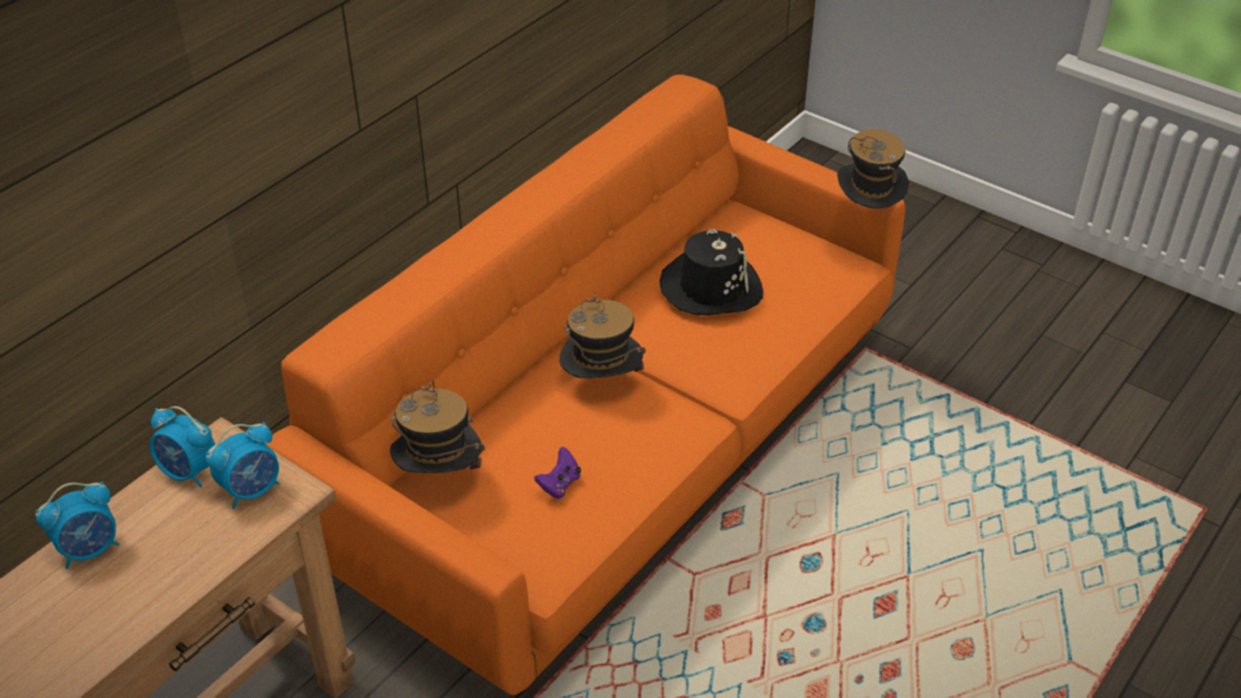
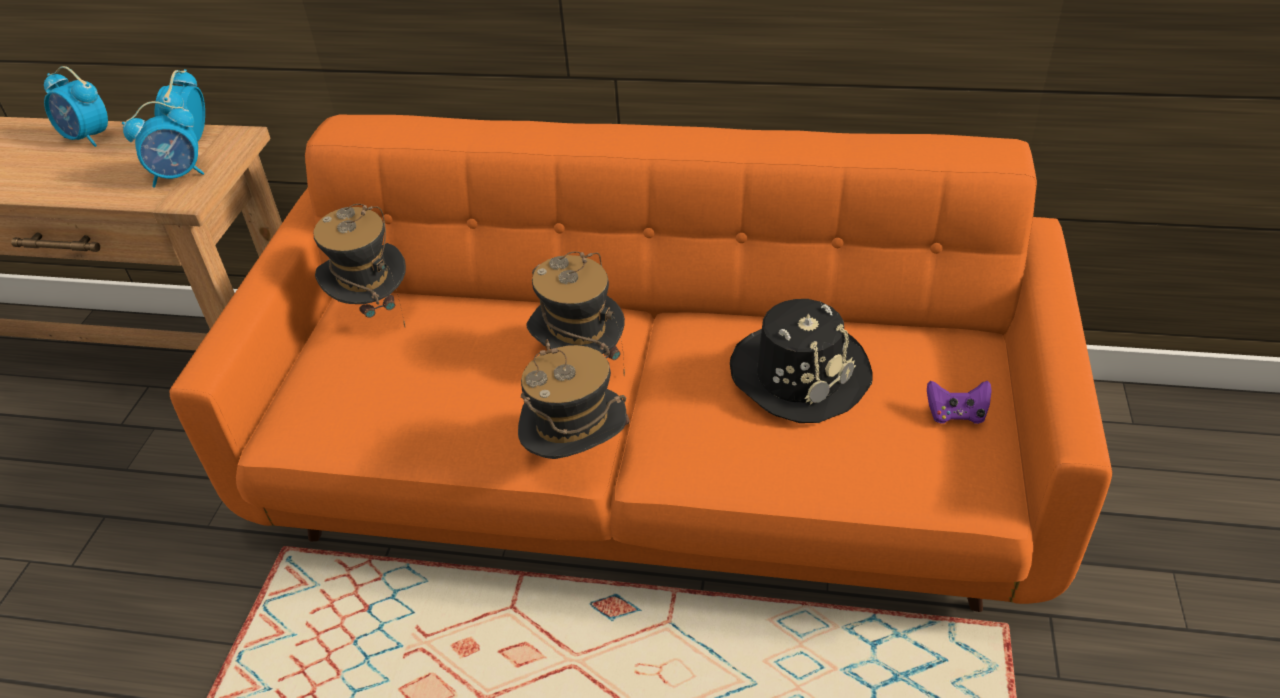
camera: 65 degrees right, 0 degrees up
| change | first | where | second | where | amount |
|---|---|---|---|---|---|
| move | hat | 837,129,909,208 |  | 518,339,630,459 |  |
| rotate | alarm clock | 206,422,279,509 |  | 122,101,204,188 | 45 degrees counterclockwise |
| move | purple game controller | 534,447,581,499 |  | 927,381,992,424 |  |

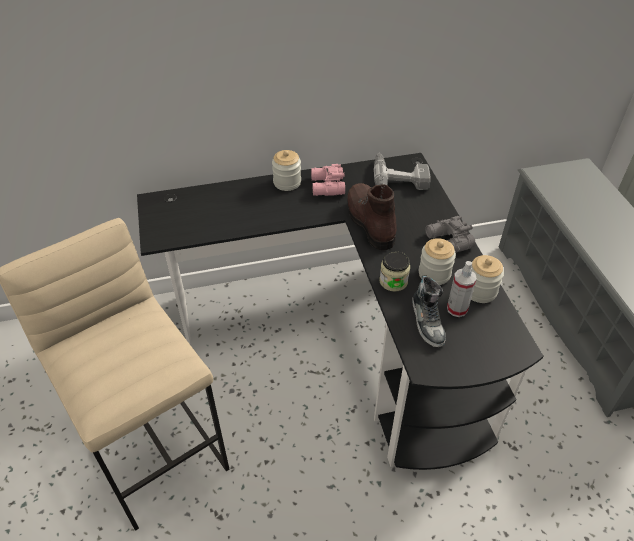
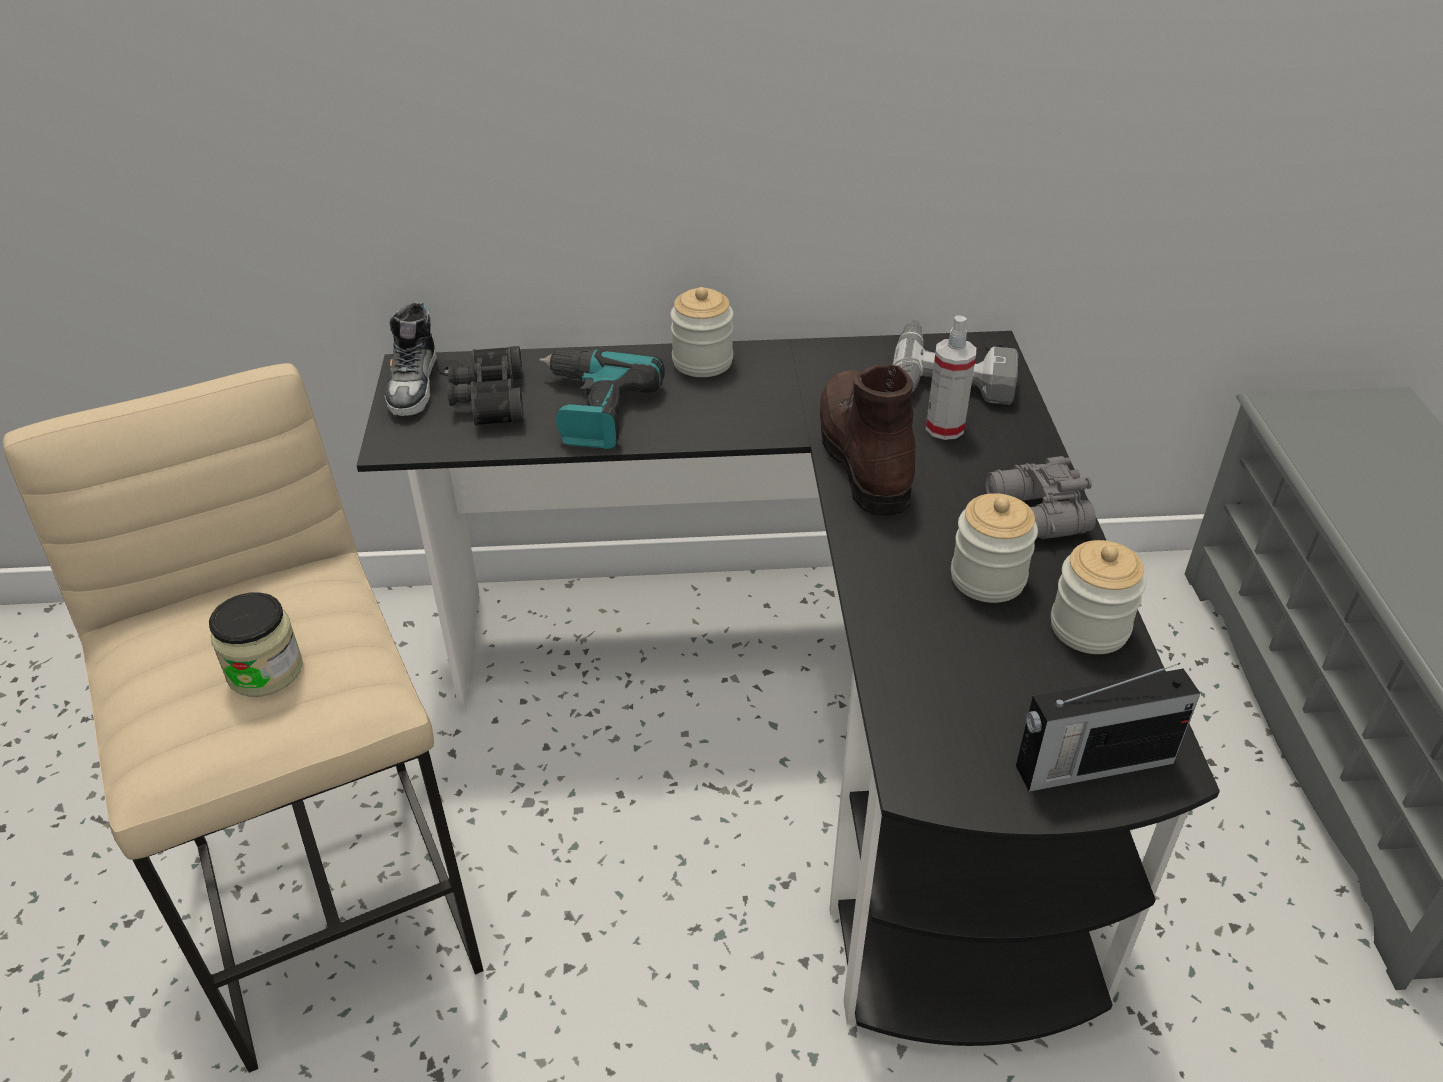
camera: 10 degrees right, 5 degrees down
| change | first | where | second | where | amount |
|---|---|---|---|---|---|
| delete | pink binoculars | 311,164,345,196 |  |  |  |
| move | jar | 379,251,410,292 |  | 209,592,303,697 |  |
| move | spray bottle | 447,261,477,317 |  | 926,315,976,440 |  |
| move | shoe | 412,275,446,347 |  | 384,302,437,416 |  |
| insert |  |  | black binoculars | 447,346,524,426 |  |
| insert |  |  | power drill | 539,348,665,450 |  |
| insert |  |  | radio | 1016,663,1200,792 |  |

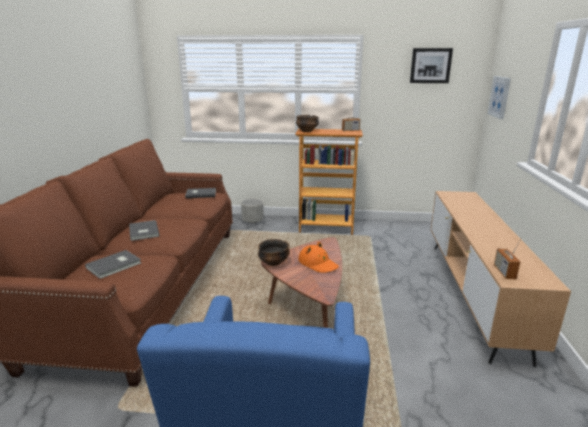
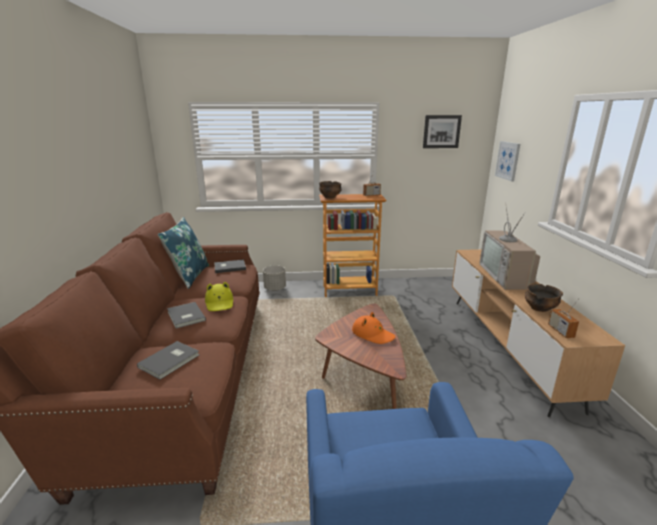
camera: 10 degrees left, 0 degrees up
| change | first | where | second | where | amount |
|---|---|---|---|---|---|
| move | bowl | 258,239,290,266 |  | 525,284,563,312 |  |
| insert |  |  | television | 480,207,540,290 |  |
| insert |  |  | blue pillow | 158,217,209,289 |  |
| insert |  |  | yellow hat | 205,282,233,311 |  |

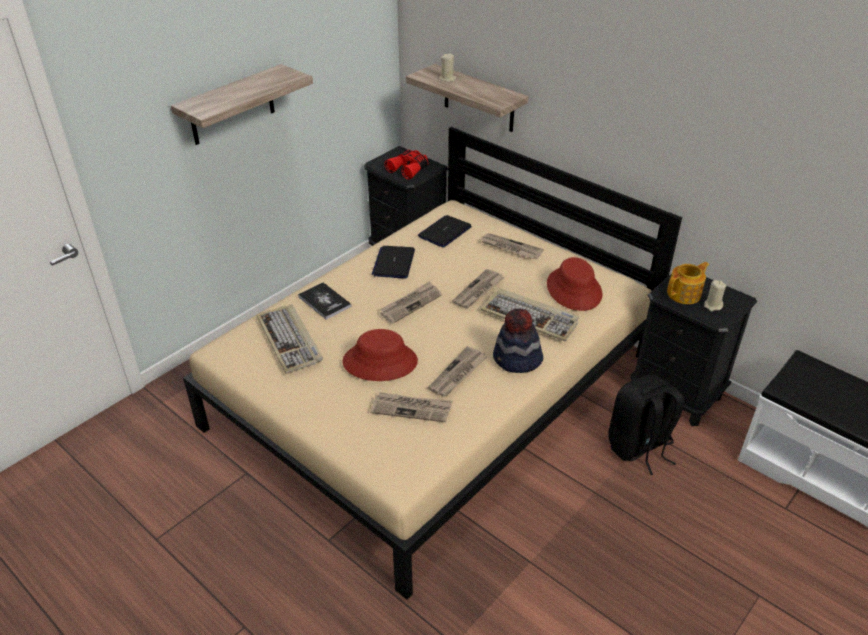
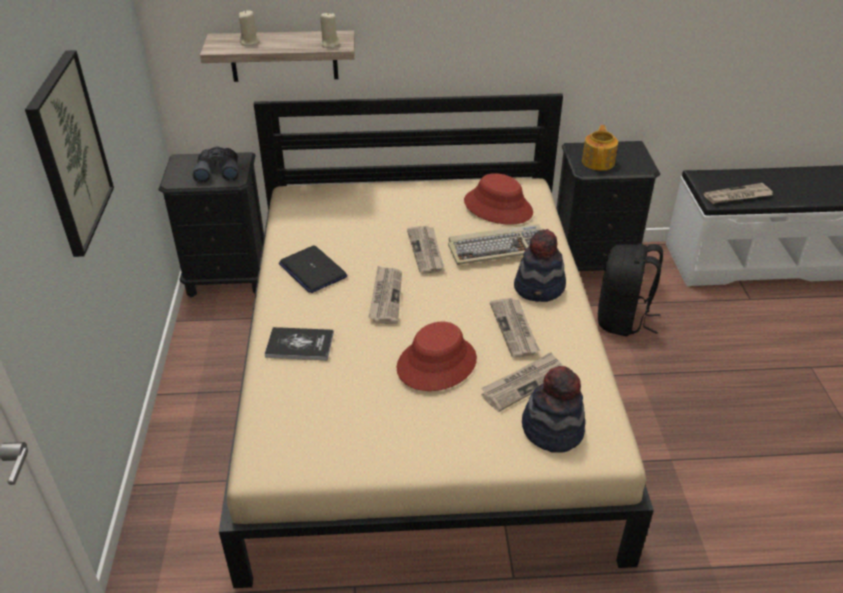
camera: 45 degrees left, 0 degrees up
| change | first | where | second | where | amount |
|---|---|---|---|---|---|
| replace | shelf | 171,64,313,145 | picture | 25,50,114,257 |  |
| recolor | red binoculars | 384,150,428,180 | grey binoculars | 193,146,239,184 |  |
| delete | laptop | 418,215,472,248 |  |  |  |
| move | newspaper | 481,233,544,259 |  | 704,183,773,204 |  |
| move | beige candle | 704,280,727,311 |  | 320,13,340,48 |  |
| delete | keyboard | 257,304,323,374 |  |  |  |
| insert |  |  | hat | 522,366,586,453 |  |

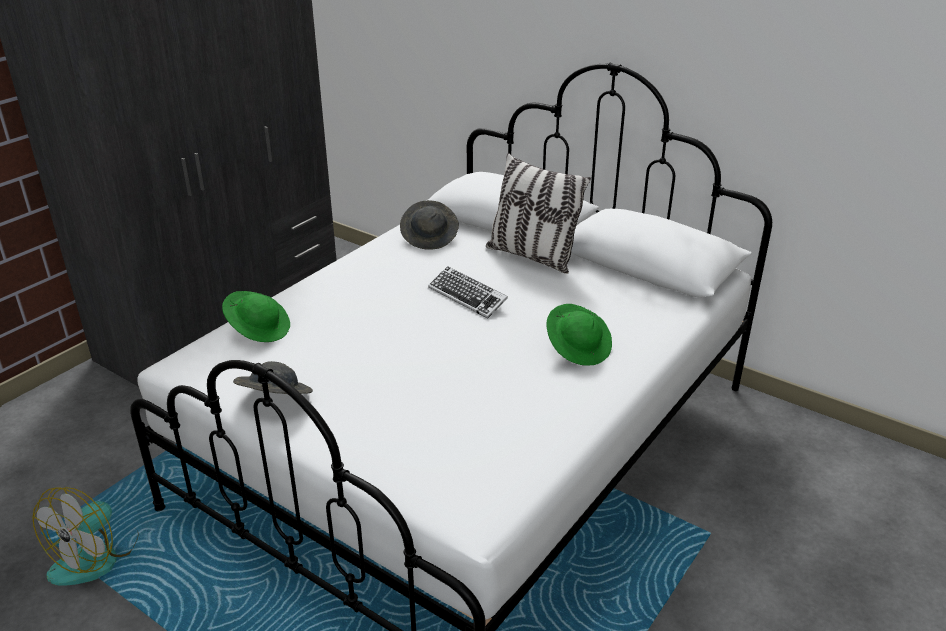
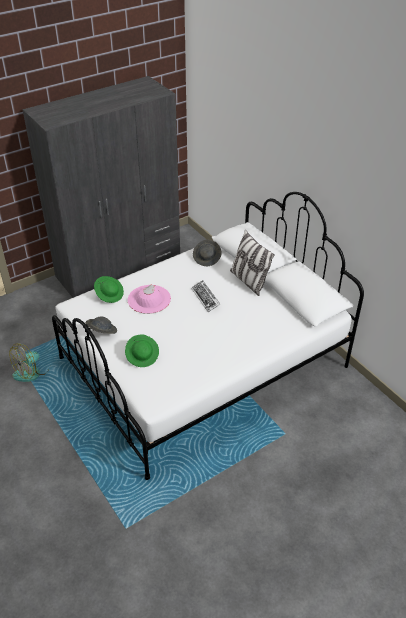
camera: 20 degrees right, 10 degrees up
| change | first | where | second | where | amount |
|---|---|---|---|---|---|
| move | green hat | 547,304,612,366 |  | 125,334,159,367 |  |
| insert |  |  | pink hat | 128,285,171,314 |  |

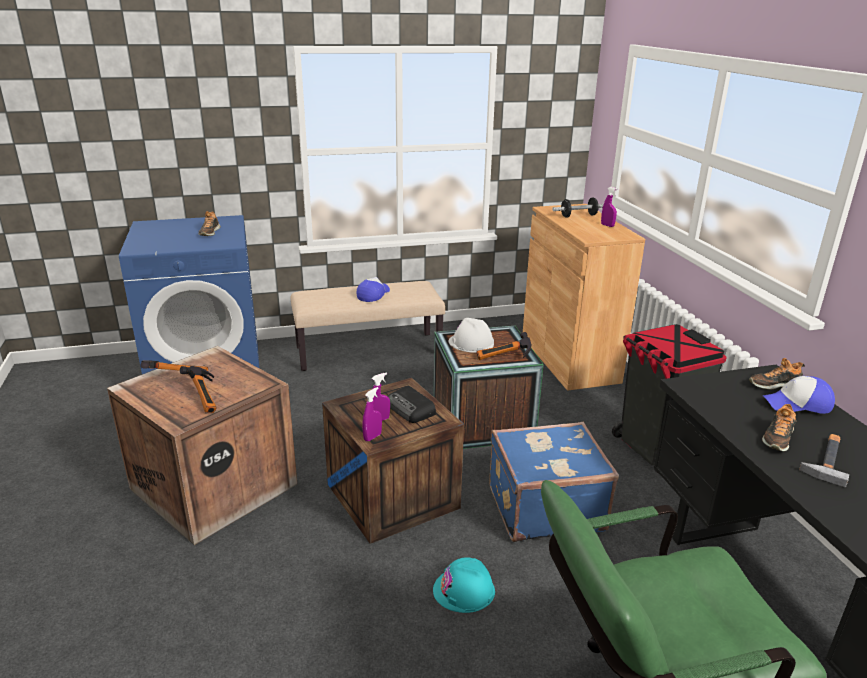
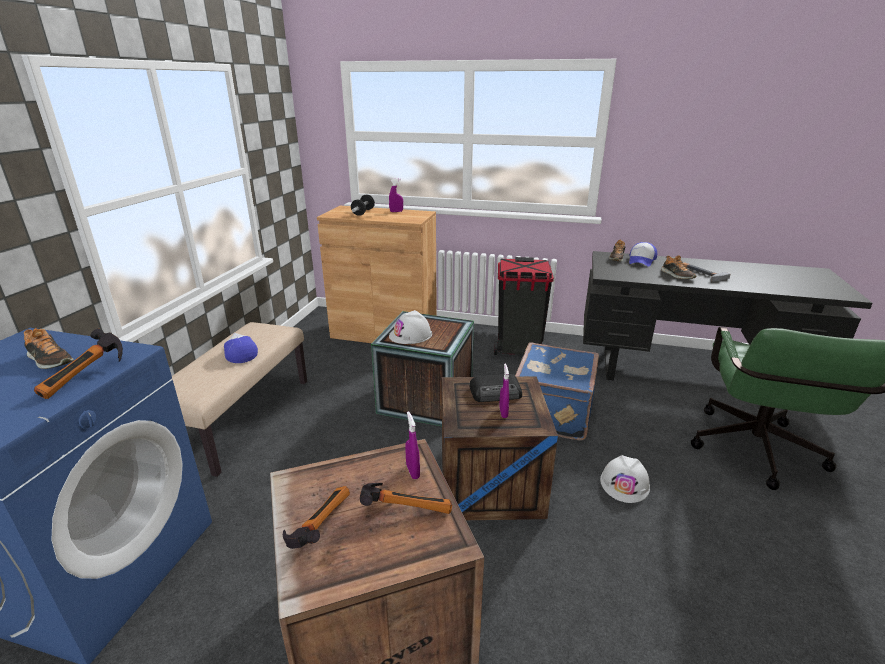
camera: 60 degrees left, 0 degrees up
| change | first | where | second | where | amount |
|---|---|---|---|---|---|
| move | hammer | 477,332,531,360 |  | 34,328,123,399 |  |
| move | purple spray bottle | 362,387,382,441 |  | 405,411,420,479 |  |
| recolor | turquoise hard hat | 433,557,495,613 | white hard hat | 600,455,650,503 |  |

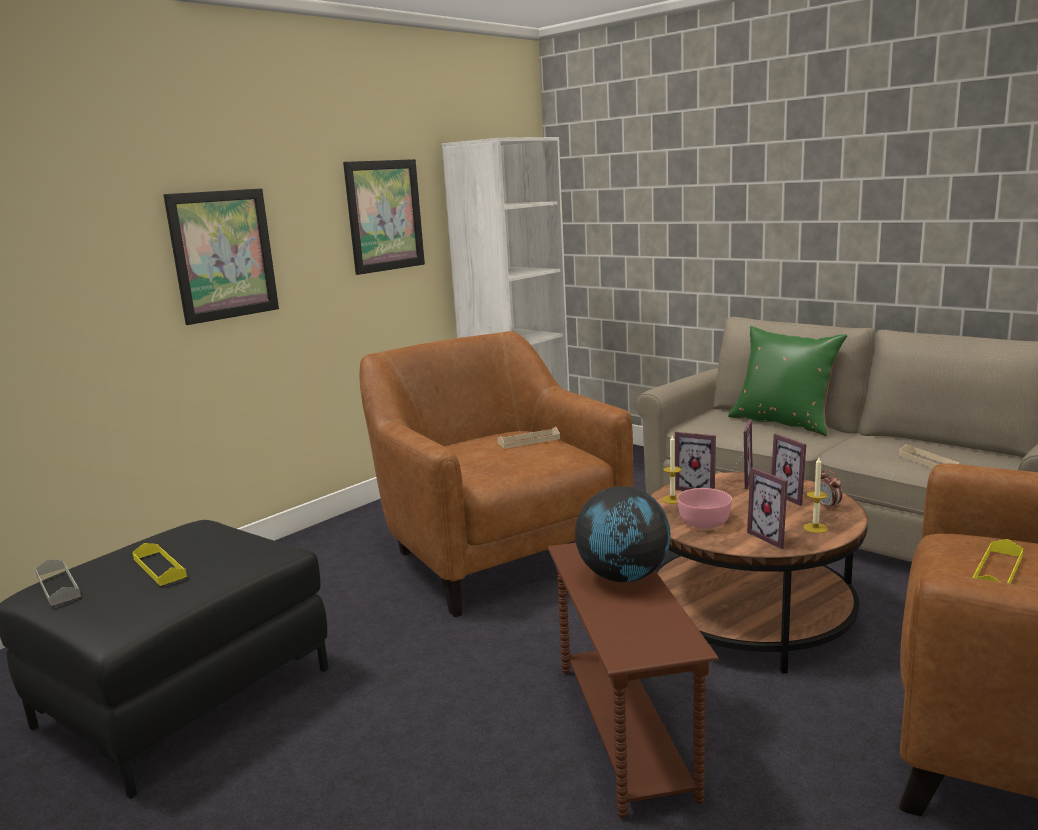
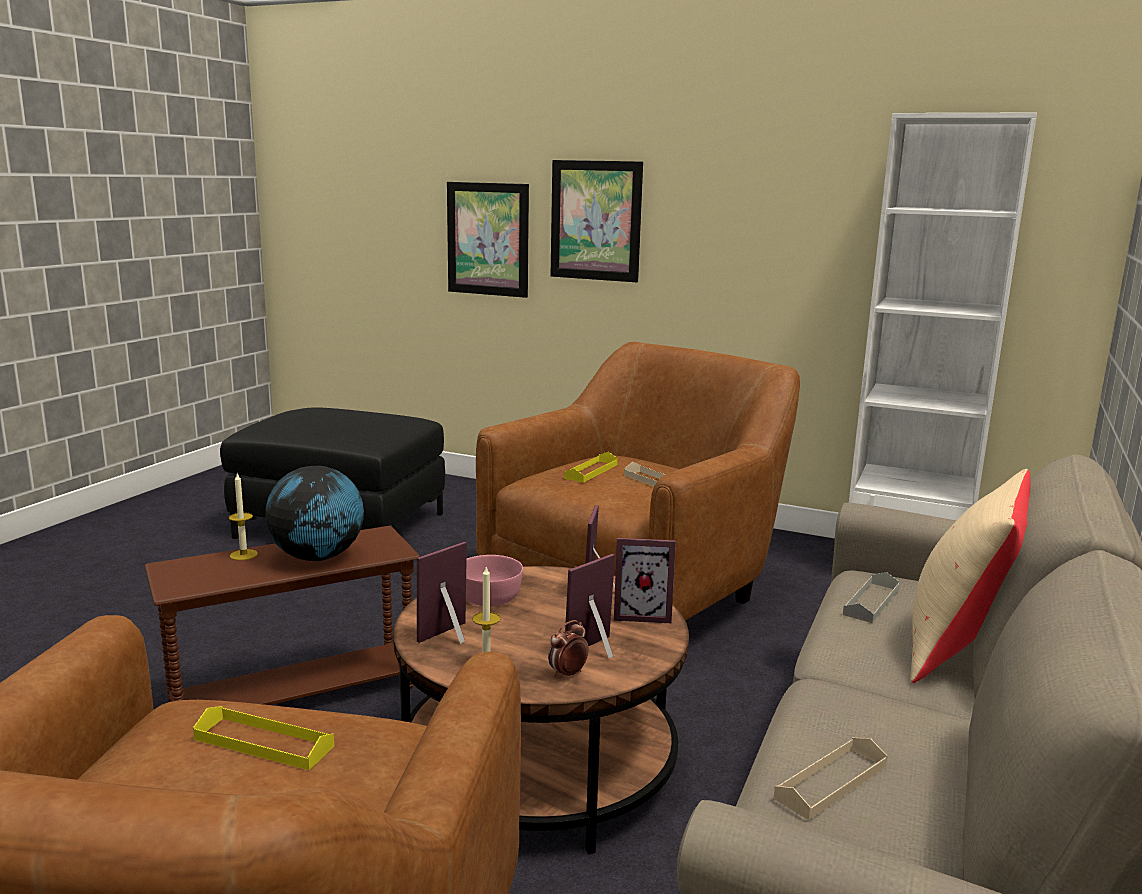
camera: 70 degrees right, 0 degrees up
| change | first | where | second | where | amount |
|---|---|---|---|---|---|
| move | picture | 343,159,425,275 |  | 447,182,529,298 |  |
| recolor | green pillow | 728,326,847,436 | beige pillow | 910,469,1030,683 |  |
| move | candle | 662,435,682,504 |  | 229,474,258,560 |  |
| move | yellow tray | 132,543,187,586 |  | 564,452,618,483 |  |
| move | grey tray | 35,559,81,606 |  | 843,572,900,623 |  |

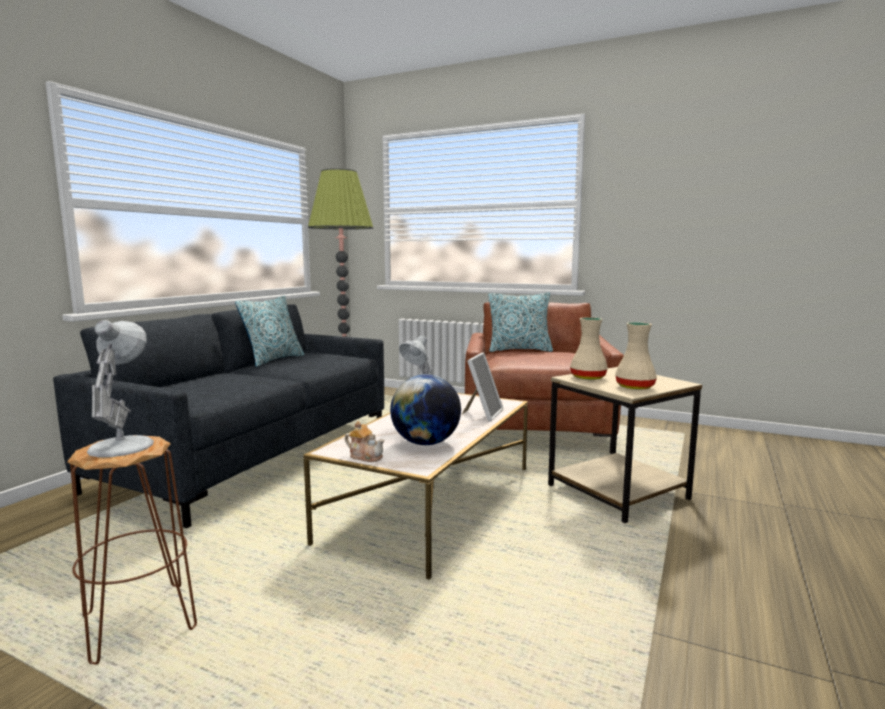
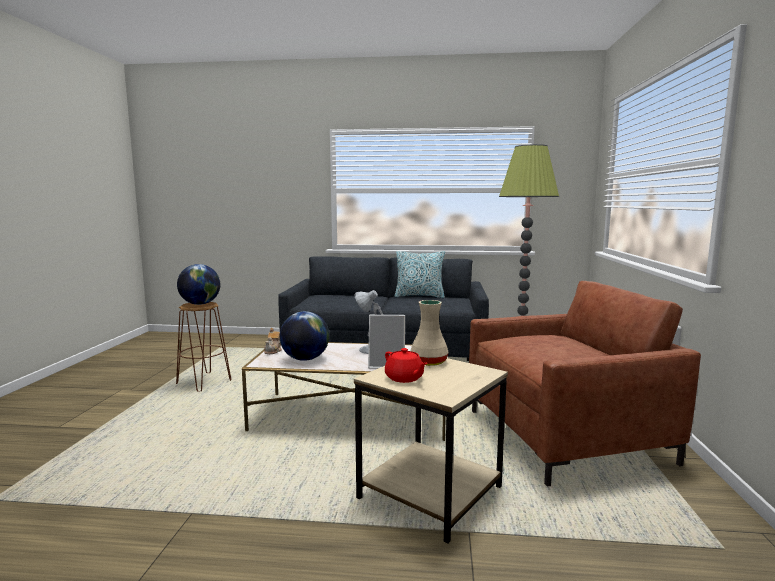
camera: 70 degrees right, 0 degrees up
| change | first | where | second | where | amount |
|---|---|---|---|---|---|
| delete | pillow | 488,293,553,352 |  |  |  |
| replace | white table lamp | 87,320,154,457 | globe | 177,264,220,305 |  |
| replace | beige vase | 615,322,657,390 | red teapot | 385,348,428,383 |  |

